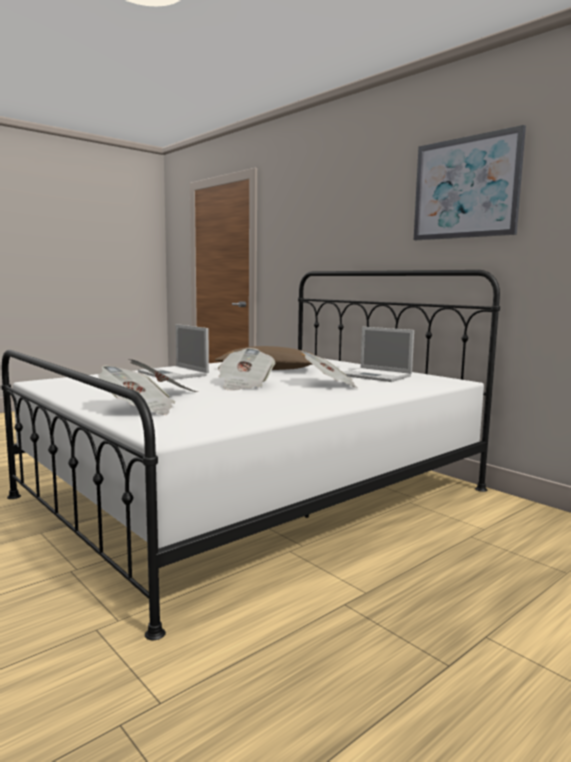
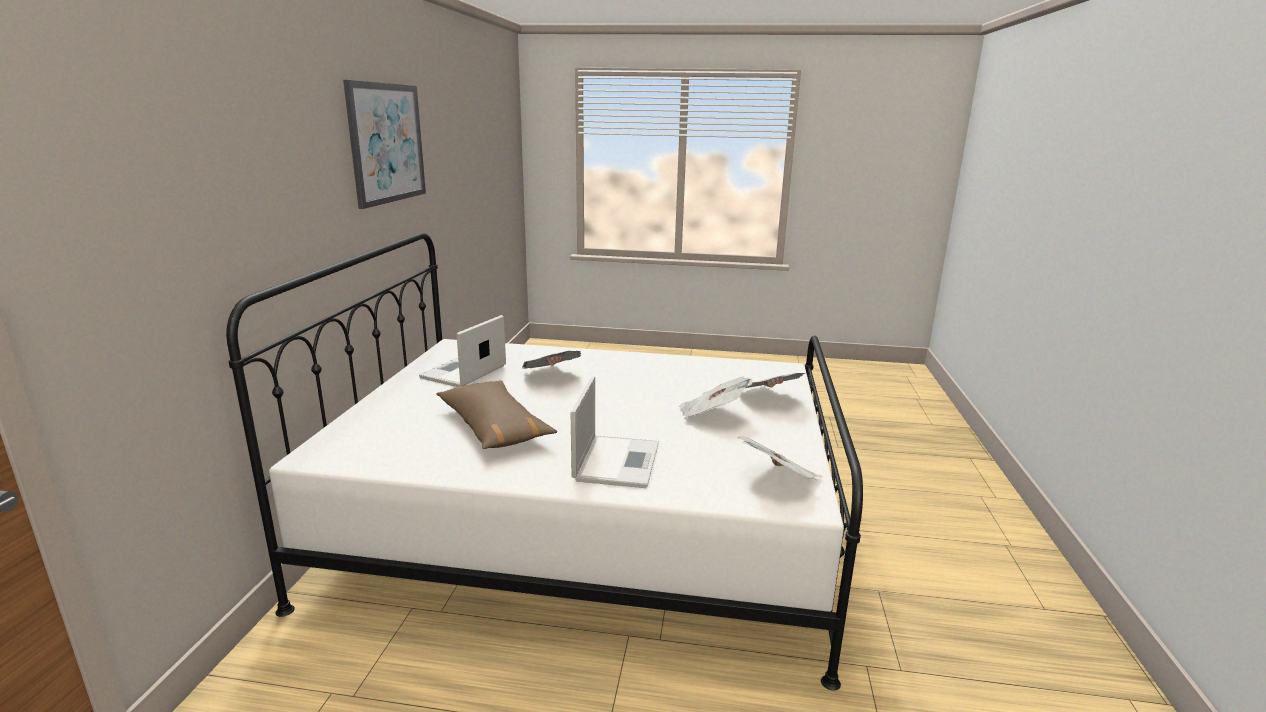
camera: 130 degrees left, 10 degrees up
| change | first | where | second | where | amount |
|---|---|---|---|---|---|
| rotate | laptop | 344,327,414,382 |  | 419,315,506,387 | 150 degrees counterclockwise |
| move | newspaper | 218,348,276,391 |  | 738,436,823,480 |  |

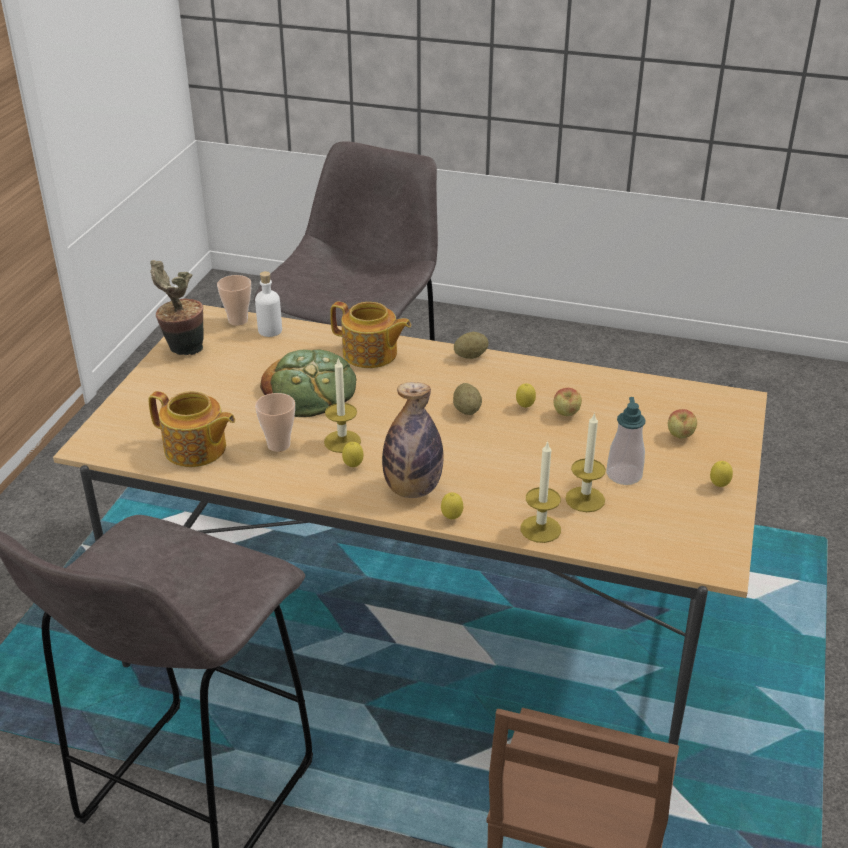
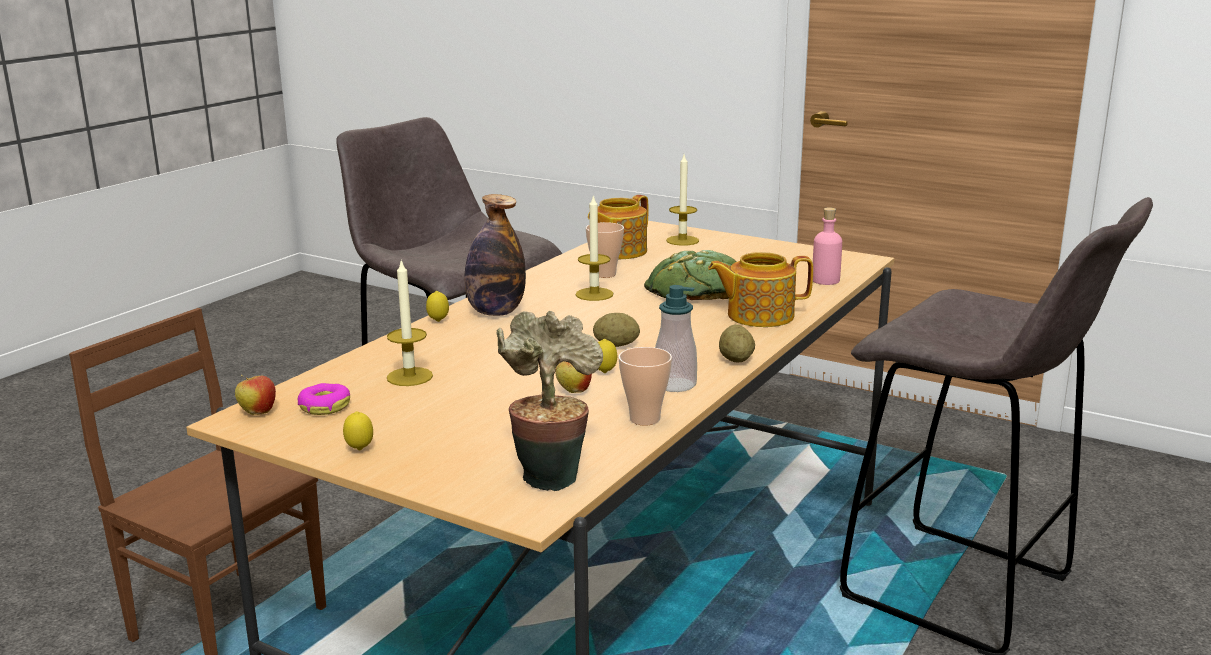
camera: 105 degrees right, 15 degrees down
| change | first | where | second | where | amount |
|---|---|---|---|---|---|
| move | potted plant | 150,260,204,355 |  | 496,311,603,491 |  |
| recolor | white bottle | 255,271,282,337 | pink bottle | 813,207,842,285 |  |
| move | cup | 217,275,251,326 |  | 619,347,672,426 |  |
| rotate | teapot | 330,302,411,368 |  | 708,252,813,327 | 45 degrees clockwise |
| move | soap dispenser | 606,397,646,485 |  | 655,285,697,392 |  |
| move | apple | 668,409,697,439 |  | 235,375,276,415 |  |
| move | candle | 521,441,561,543 |  | 666,155,699,246 |  |
| delete | lemon | 342,442,363,467 |  |  |  |
| insert |  |  | donut | 298,383,350,415 |  |

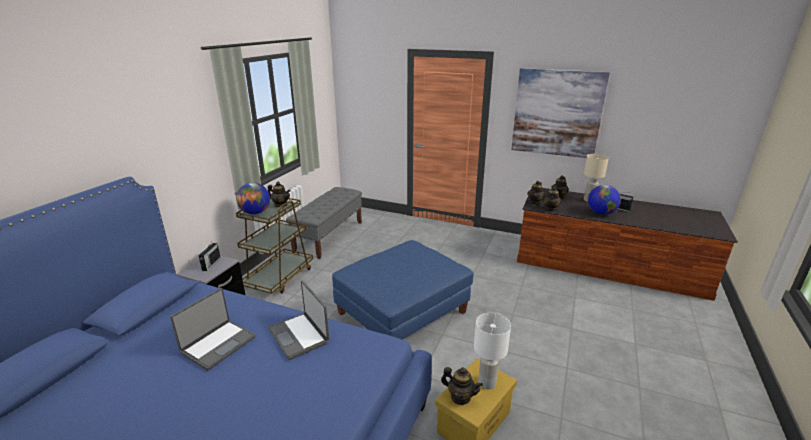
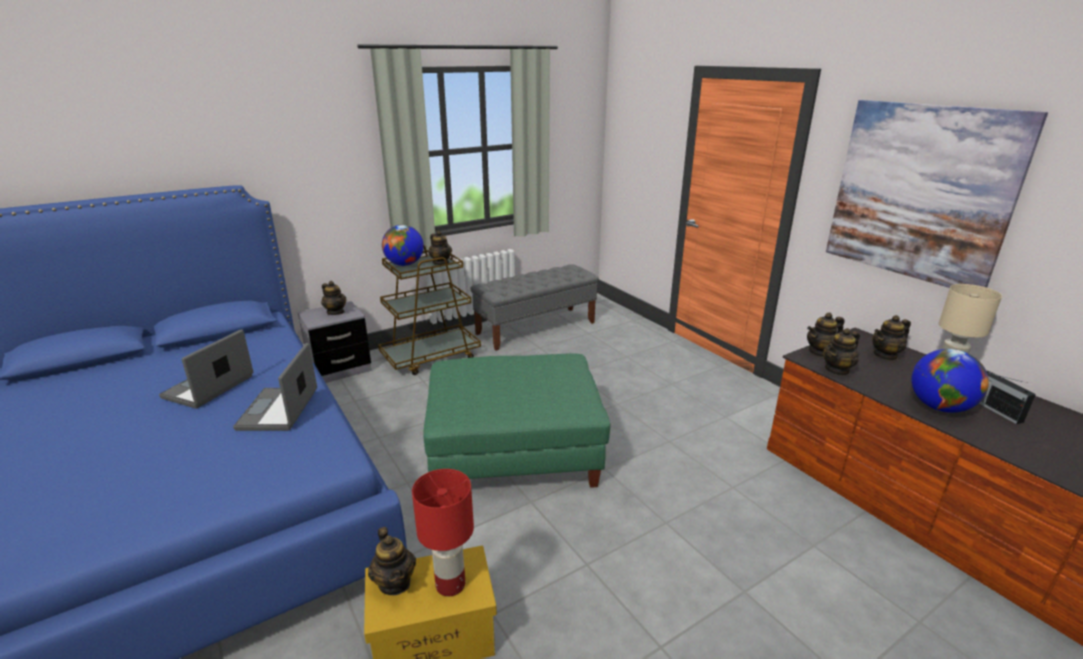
camera: 35 degrees right, 0 degrees up
| change | first | where | second | where | amount |
|---|---|---|---|---|---|
| replace | radio | 198,240,221,271 | teapot | 321,281,346,315 |  |
| recolor | blue ottoman | 332,240,474,340 | green ottoman | 423,353,611,488 |  |
| rotate | laptop | 170,288,256,371 |  | 159,329,253,409 | 135 degrees clockwise |
| recolor | white table lamp | 474,313,511,389 | red table lamp | 412,469,474,596 |  |

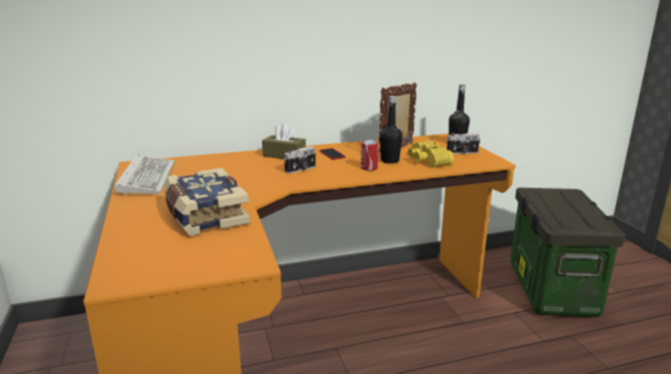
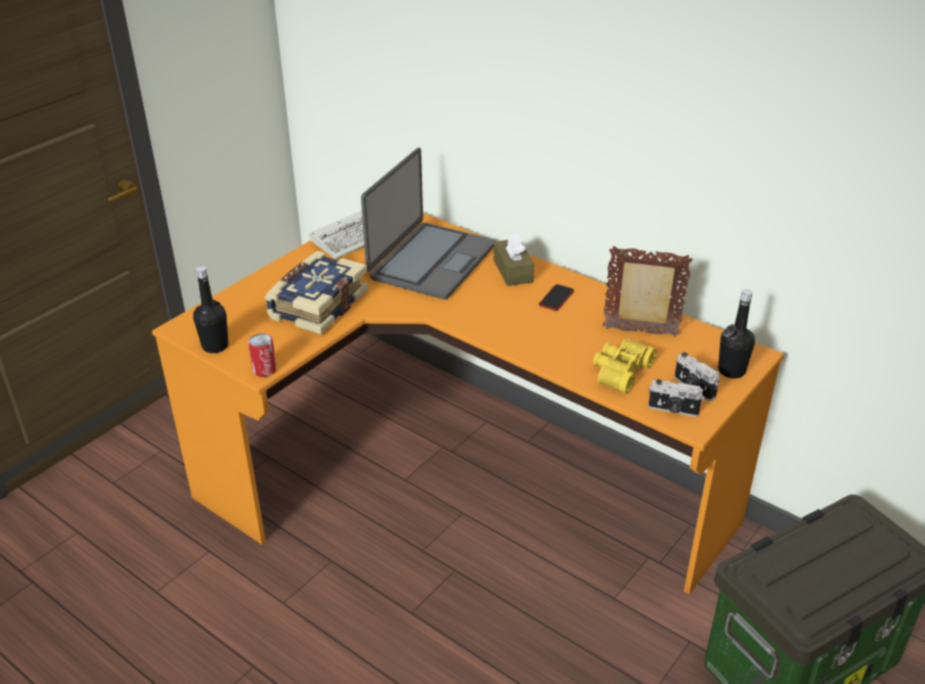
camera: 55 degrees right, 15 degrees up
| change | first | where | second | where | amount |
|---|---|---|---|---|---|
| move | black bottle | 379,96,402,164 |  | 193,266,228,353 |  |
| move | can | 361,140,379,171 |  | 248,333,277,377 |  |
| move | photo camera | 284,146,316,174 |  | 648,379,704,417 |  |
| insert |  |  | laptop | 361,148,495,300 |  |

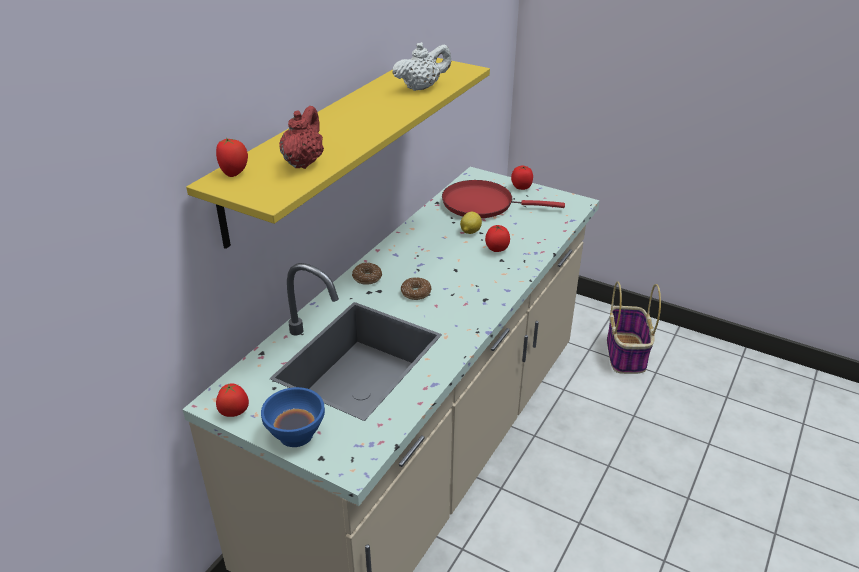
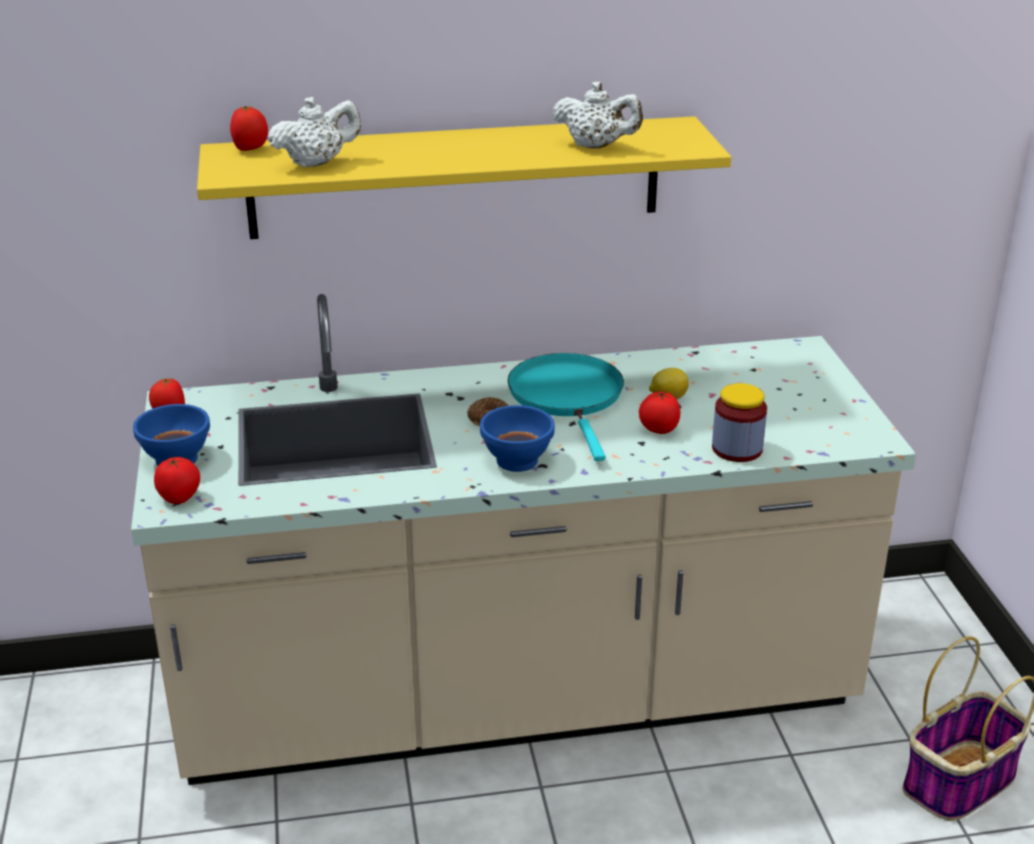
camera: 50 degrees right, 5 degrees down
| change | first | where | second | where | amount |
|---|---|---|---|---|---|
| recolor | red teapot | 279,106,324,169 | white teapot | 268,97,361,168 |  |
| move | tomato | 511,166,533,190 |  | 154,456,200,504 |  |
| delete | red frying pan | 442,180,565,218 |  |  |  |
| delete | donut | 352,263,382,285 |  |  |  |
| insert |  |  | turquoise frying pan | 508,353,624,461 |  |
| insert |  |  | jar | 712,383,767,462 |  |
| insert |  |  | blue bowl | 480,405,555,472 |  |

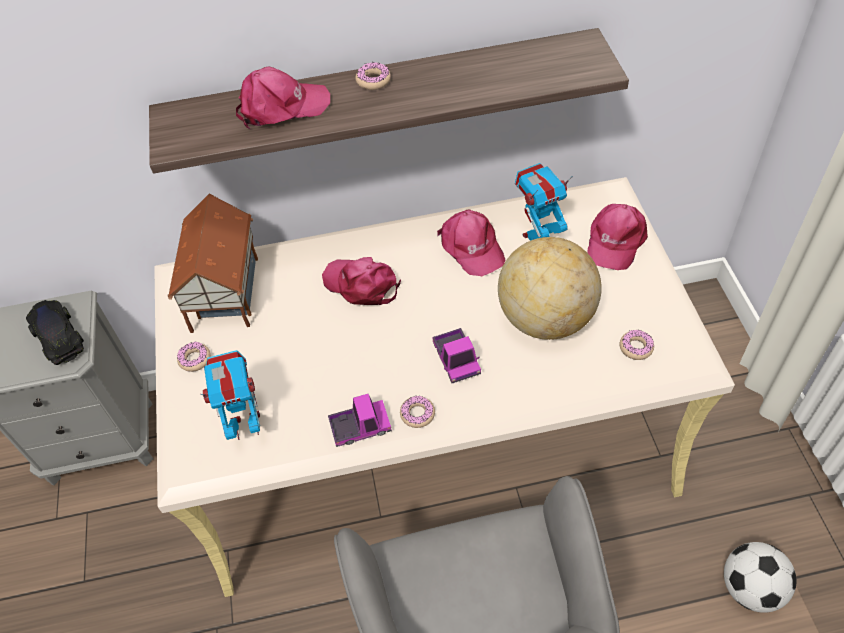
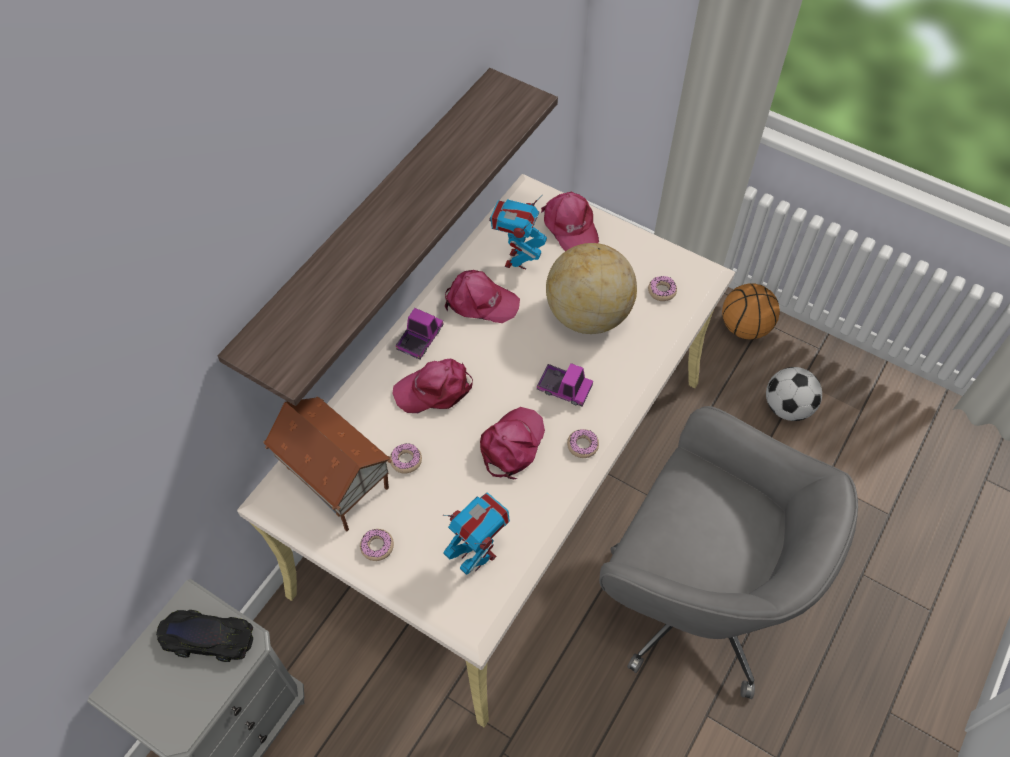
camera: 50 degrees left, 5 degrees up
| change | first | where | second | where | amount |
|---|---|---|---|---|---|
| move | donut | 355,62,391,90 |  | 390,443,422,474 |  |
| move | pink cap | 236,66,330,129 |  | 480,407,545,479 |  |
| rotate | toy robot | 200,350,260,440 |  | 443,492,510,575 | 105 degrees clockwise |
| move | toy truck | 328,394,392,447 |  | 396,308,444,360 |  |
| insert |  |  | basketball | 722,283,780,339 |  |

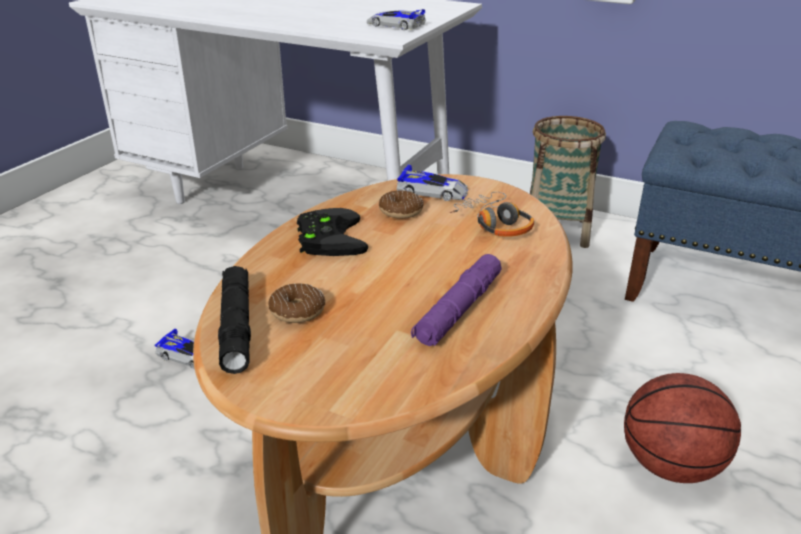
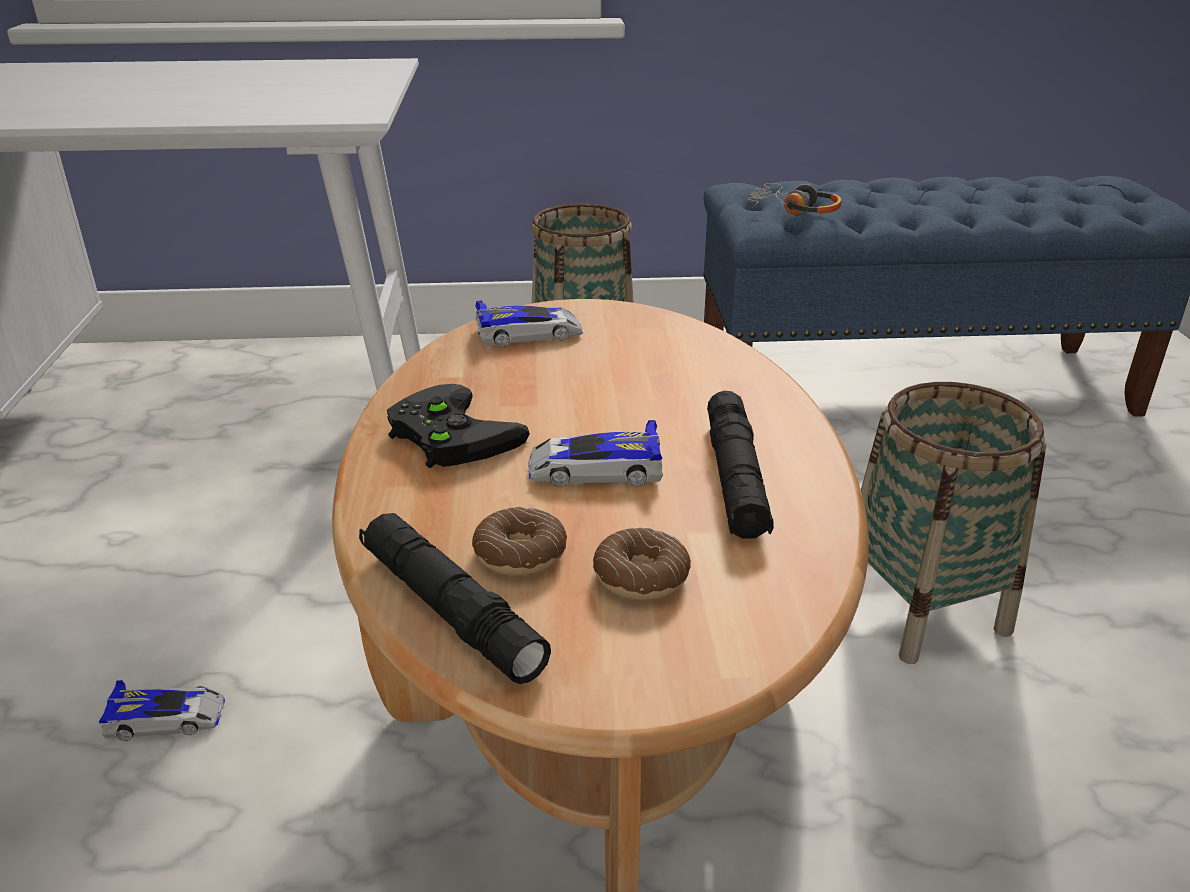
camera: 30 degrees left, 0 degrees up
| change | first | where | second | where | amount |
|---|---|---|---|---|---|
| move | toy car | 367,9,426,30 |  | 528,420,663,487 |  |
| move | donut | 379,190,424,219 |  | 593,528,691,600 |  |
| move | headphones | 450,192,534,237 |  | 748,183,842,216 |  |
| recolor | purple flashlight | 411,254,502,346 | black flashlight | 707,391,774,539 |  |
| replace | basketball | 624,373,741,483 | basket | 861,382,1046,664 |  |

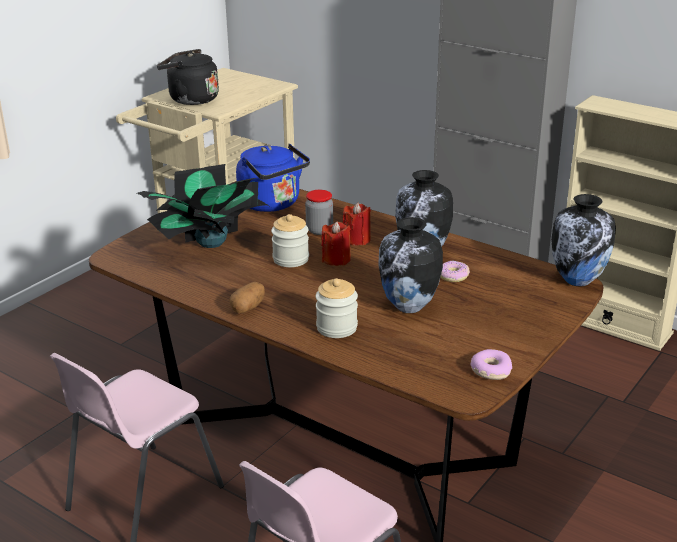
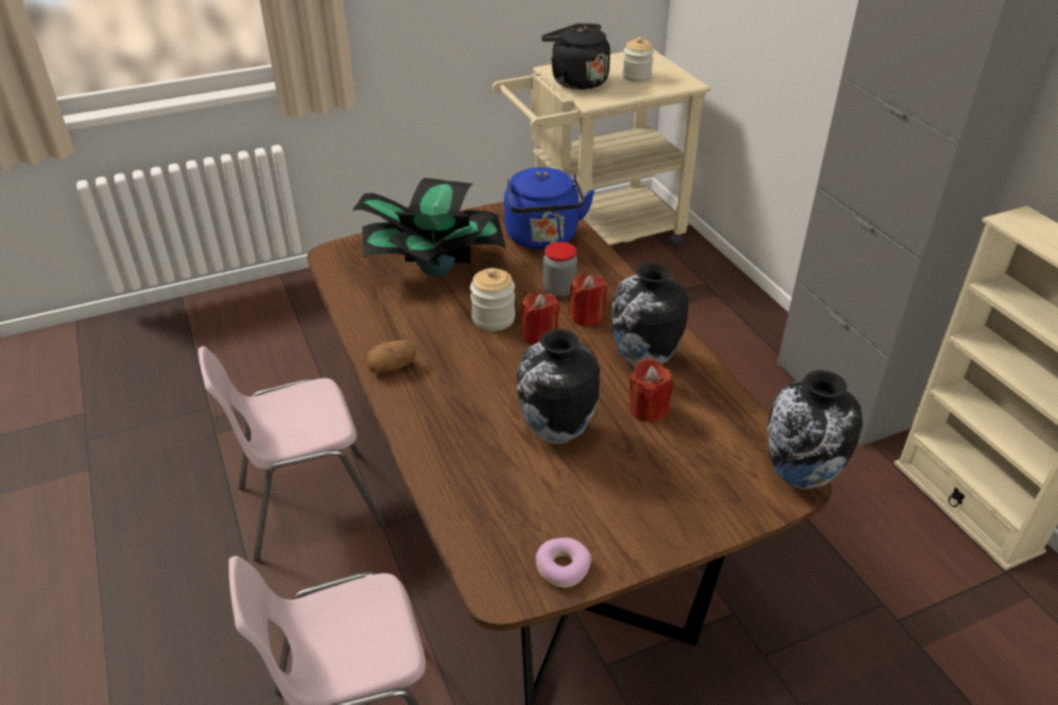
camera: 30 degrees right, 10 degrees up
| change | first | where | second | where | amount |
|---|---|---|---|---|---|
| replace | donut | 441,261,470,282 | red candle | 629,358,673,422 |  |
| move | jar | 316,278,358,338 |  | 622,37,654,82 |  |

